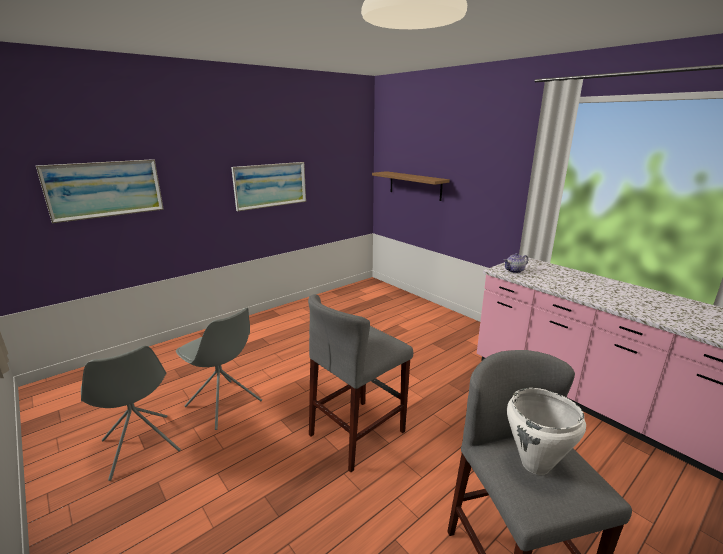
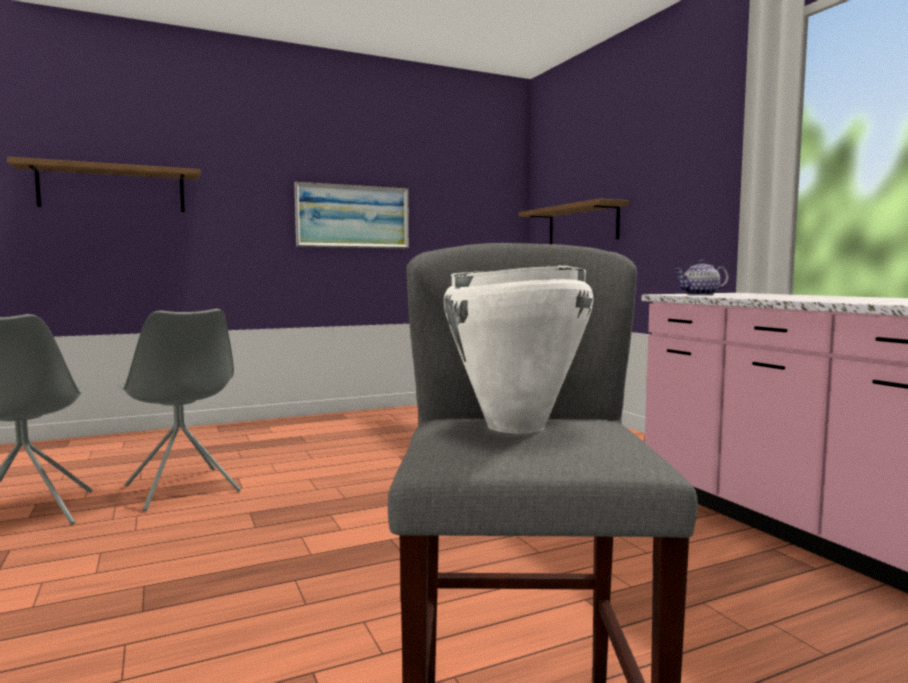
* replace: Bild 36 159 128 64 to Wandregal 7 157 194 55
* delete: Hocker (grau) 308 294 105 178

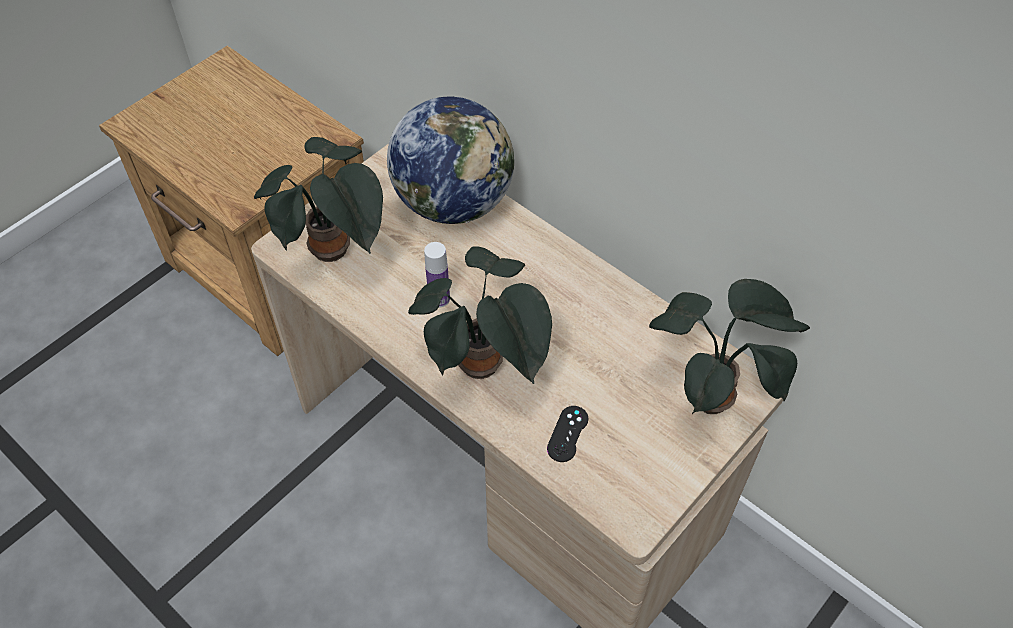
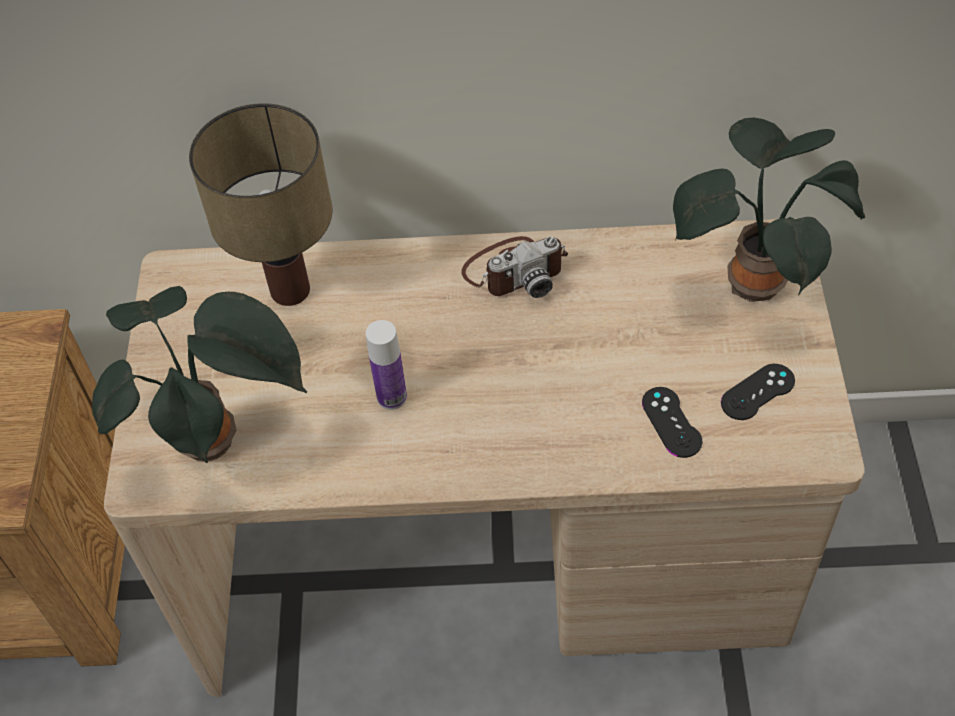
* replace: Globus 387 97 127 127 to Tischlampe 189 103 144 203
* insert: Kamera 461 236 107 62
* insert: Gamepad (schwarz) 721 364 74 56
* delete: Topfpflanze 408 246 144 138

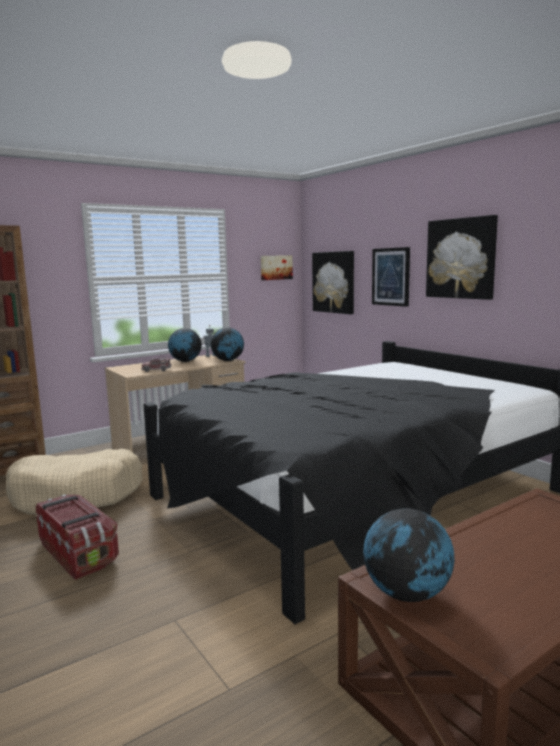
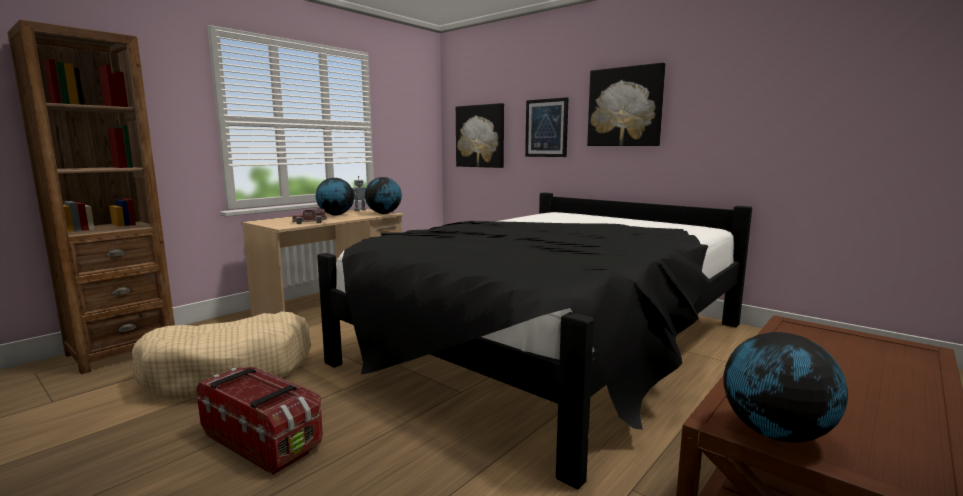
* delete: Bild 261 255 32 25

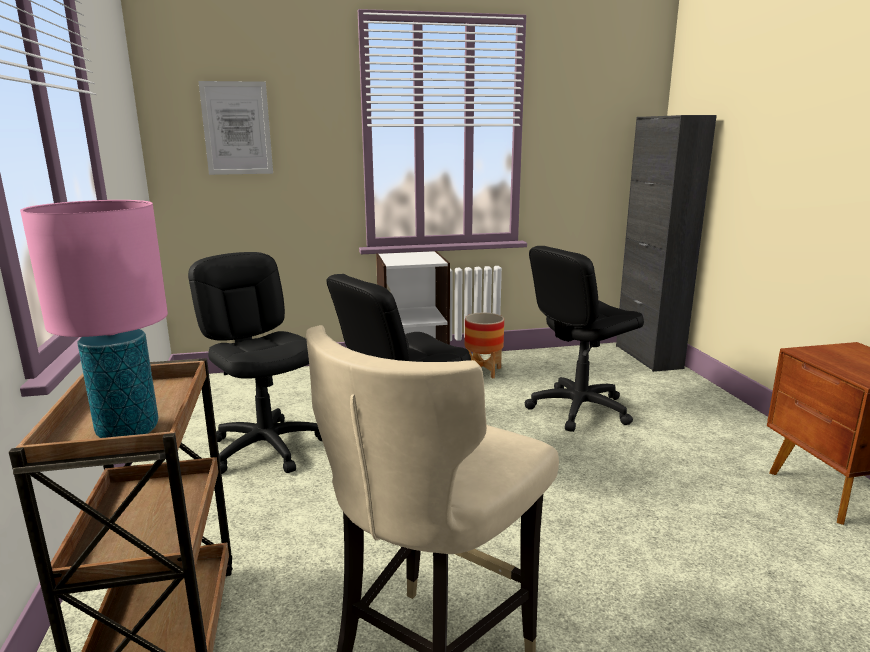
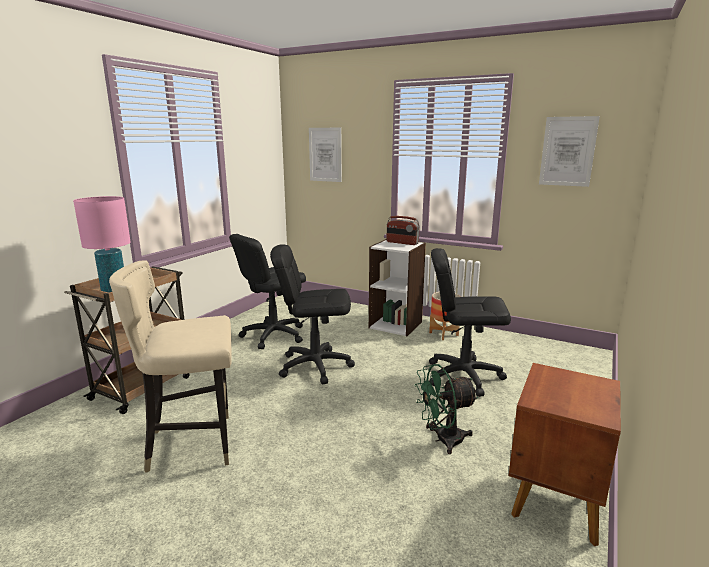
* rotate: Bürostuhl (schwarz) 188 252 134 222 = 229 234 77 115 135 degrees counterclockwise
* insert: Radio 386 216 34 29
* insert: Ventilator (grün) 414 364 65 90
* insert: Bild 539 116 61 71
* delete: Schrank (schwarz) 616 115 101 257

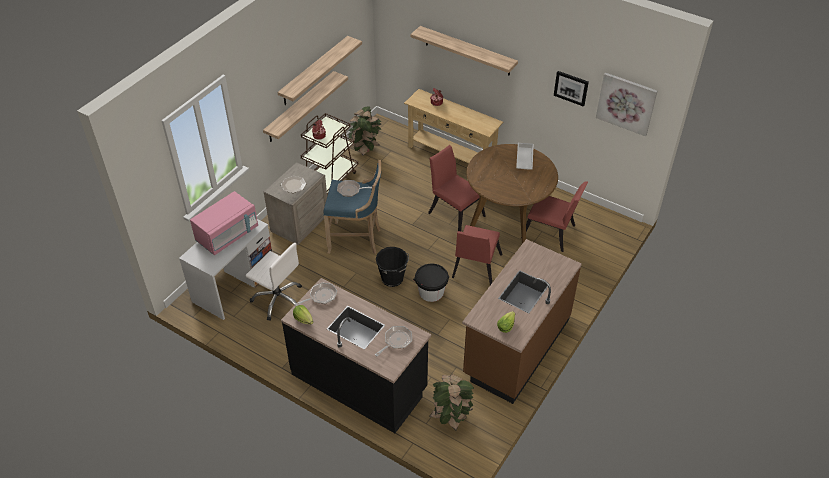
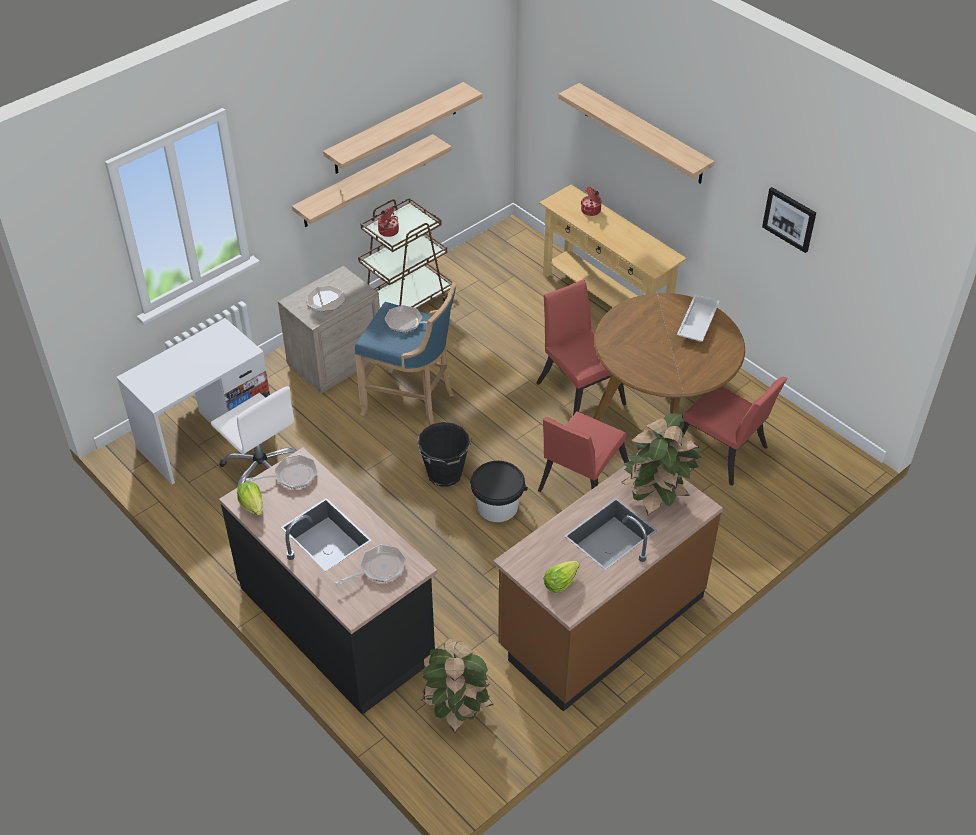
* move: Topfpflanze 348 107 33 49 to 621 413 80 102
* delete: Mikrowelle (rosa) 190 191 68 64
* delete: Bild 596 73 61 63

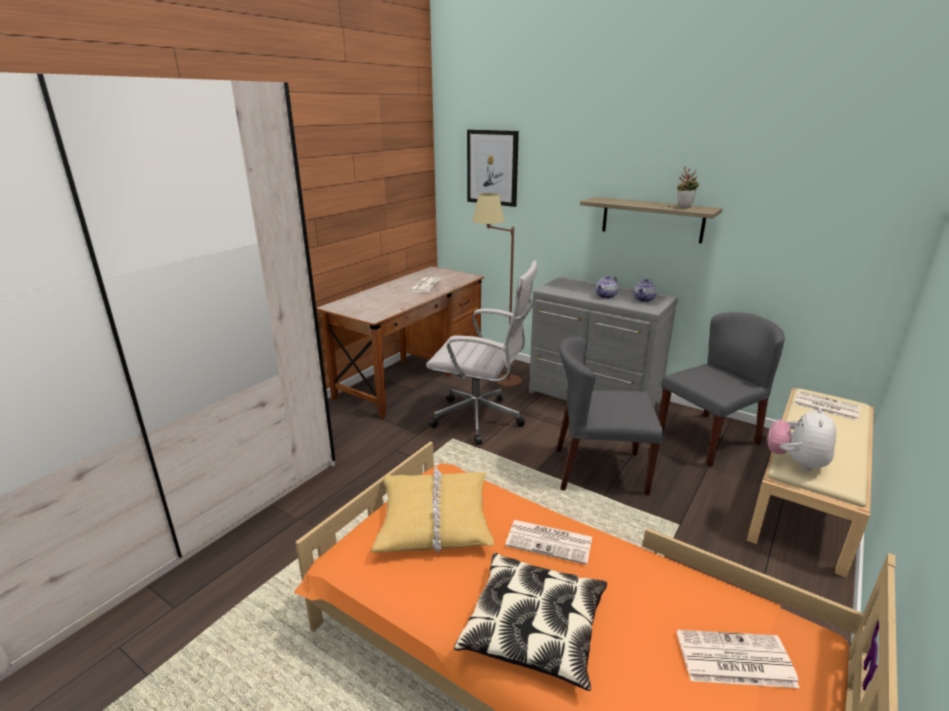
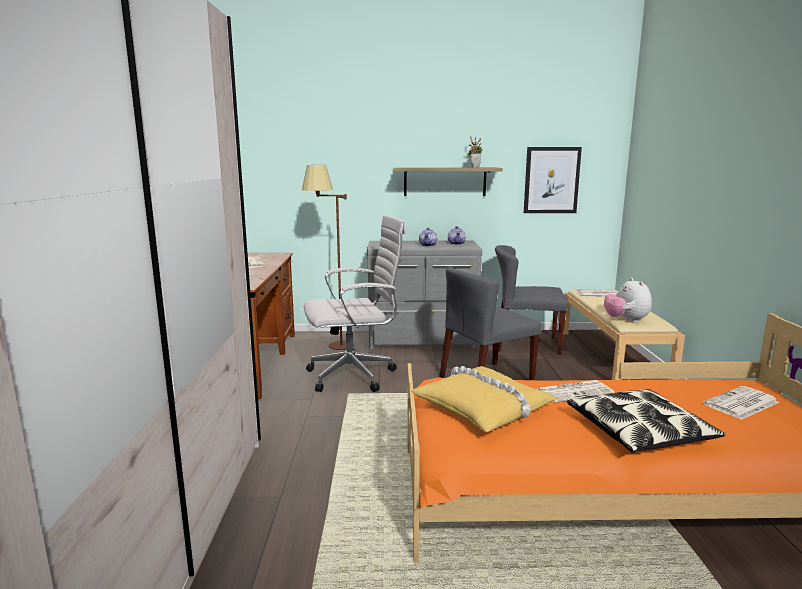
* rotate: Stuhl (grau) 659 313 126 154 = 495 245 73 110 105 degrees counterclockwise
* move: Bild 467 130 52 77 to 524 147 58 66

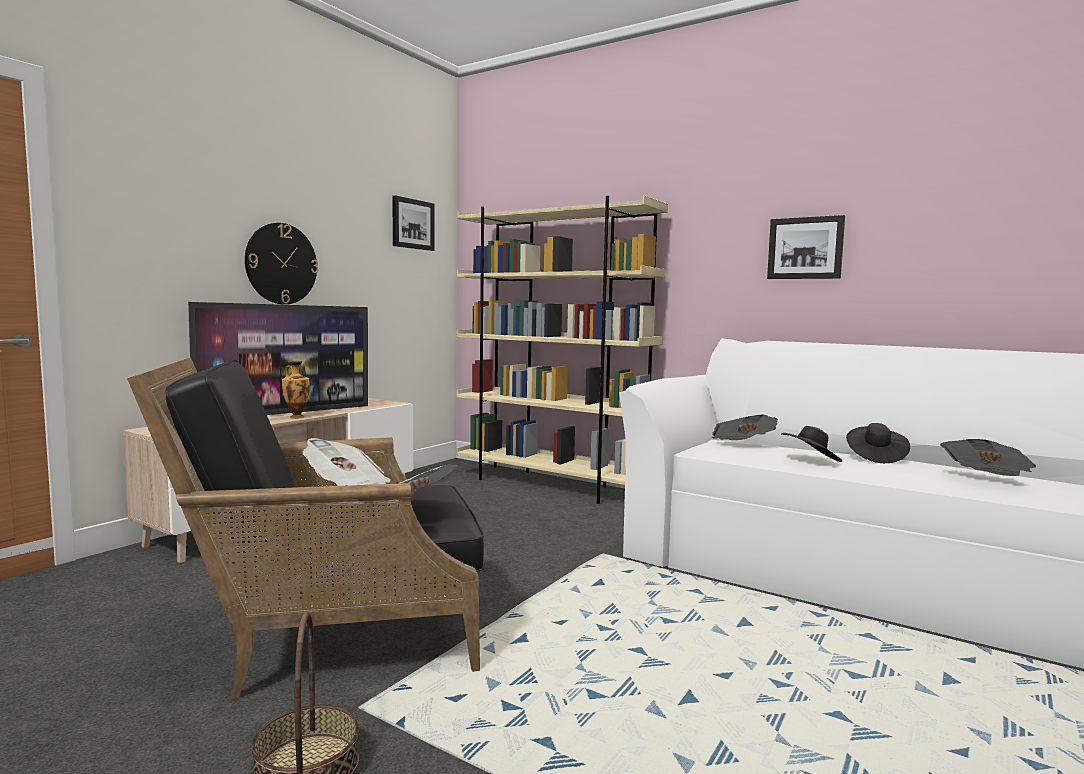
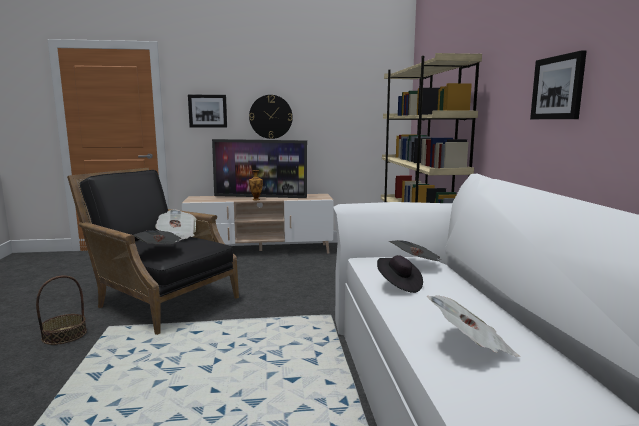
* move: Bild 392 195 43 56 to 188 95 39 33
* delete: Hut (schwarz) 846 423 64 40

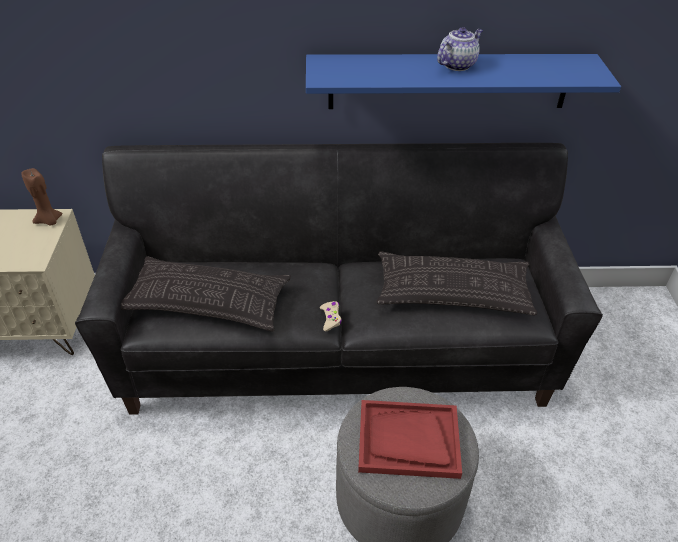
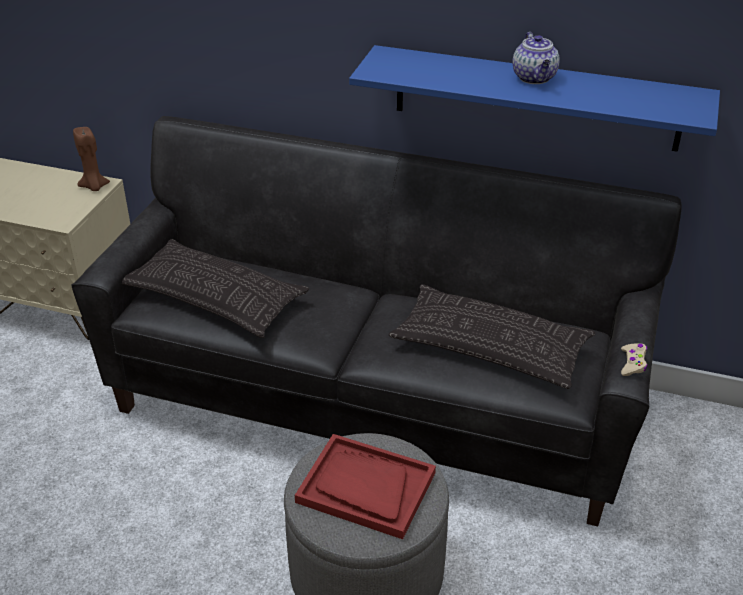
* rotate: Teekanne 437 27 46 44 = 512 32 48 52 105 degrees clockwise
* move: Gamepad (beige) 320 301 22 30 to 621 343 26 33

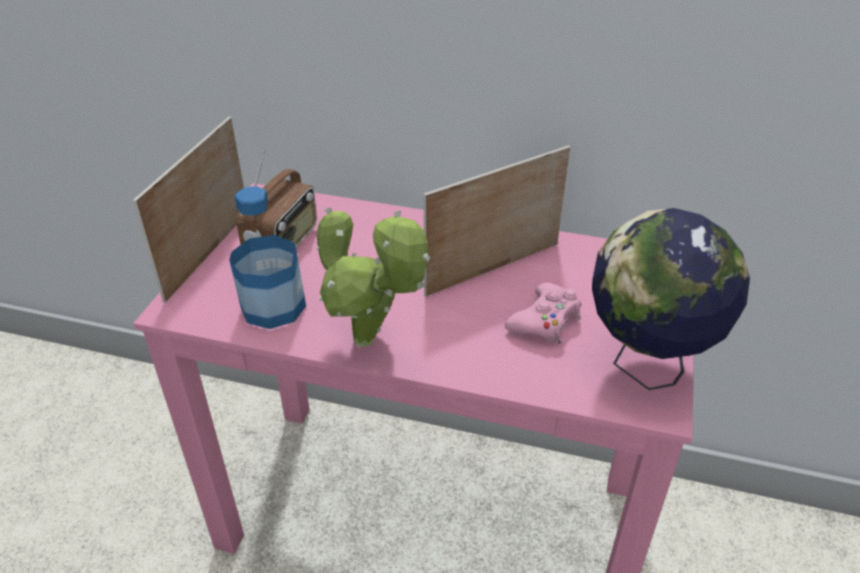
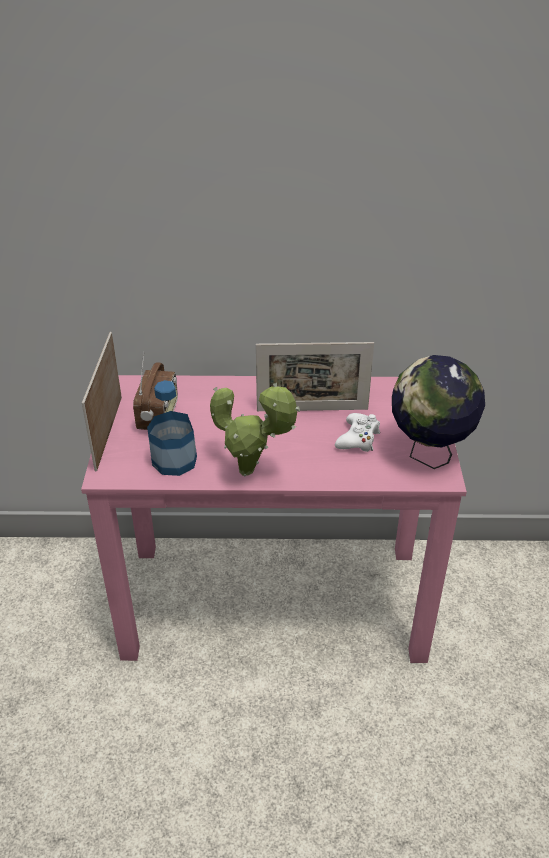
* rotate: Bilderrahmen 424 145 146 152 = 256 342 118 69 135 degrees counterclockwise
* recolor: Gamepad (rosa) 505 283 76 61 to Gamepad (weiß) 335 413 45 39

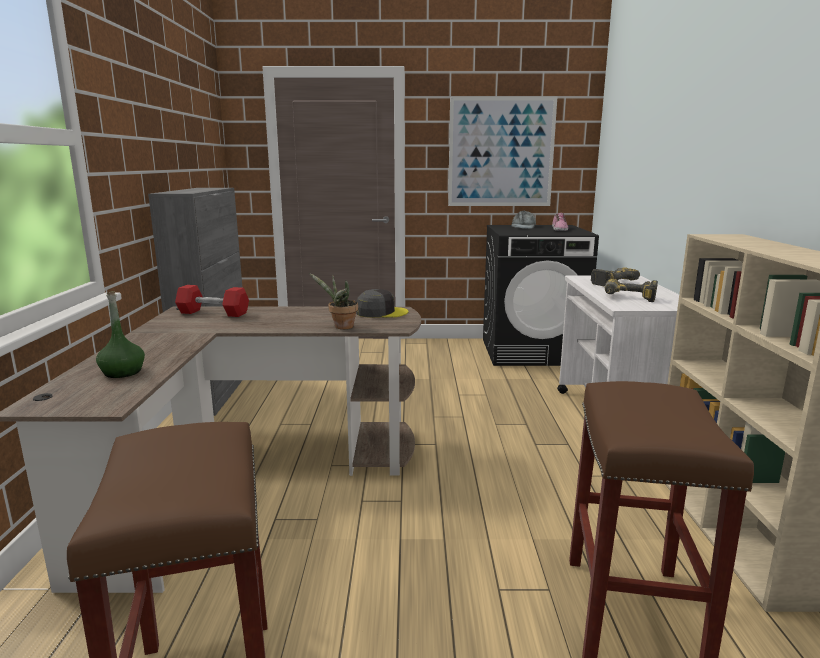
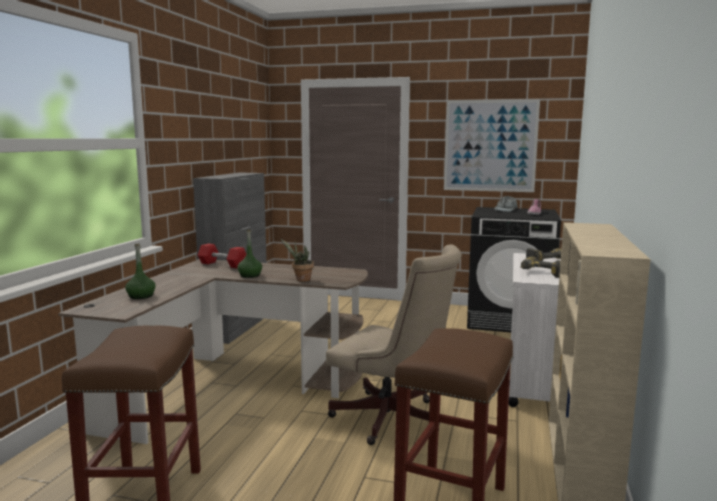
* insert: Flasche (grün) 237 230 25 48
* insert: Bürostuhl (beige) 326 244 136 201
* delete: Kappe (grau) 356 289 53 29

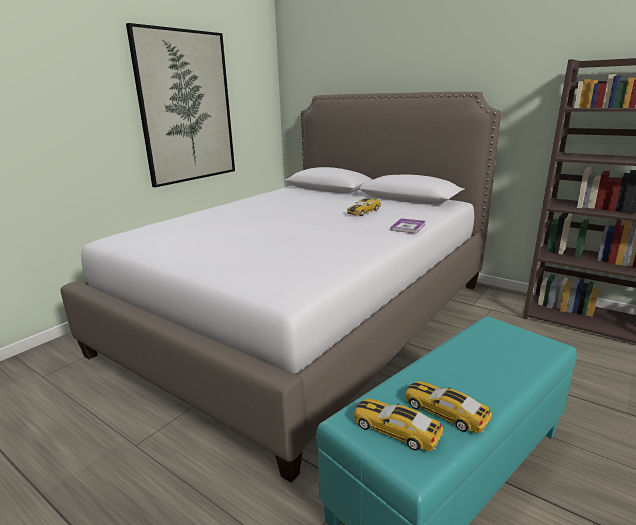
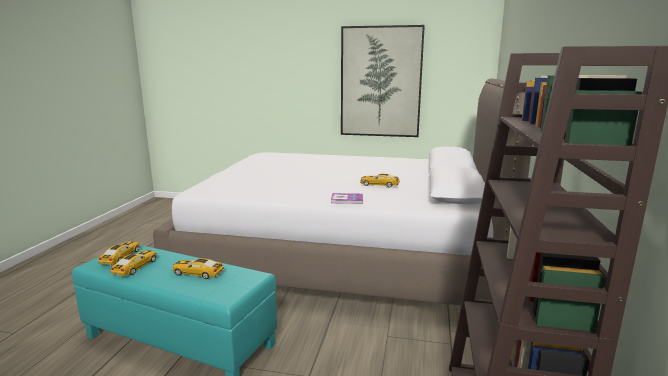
* insert: Spielzeugauto 173 258 51 21

